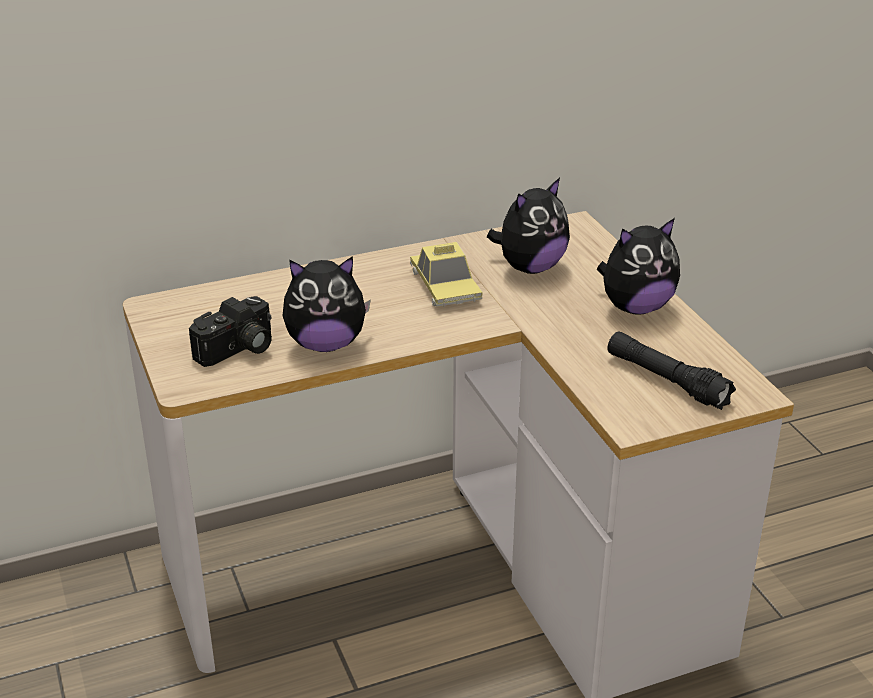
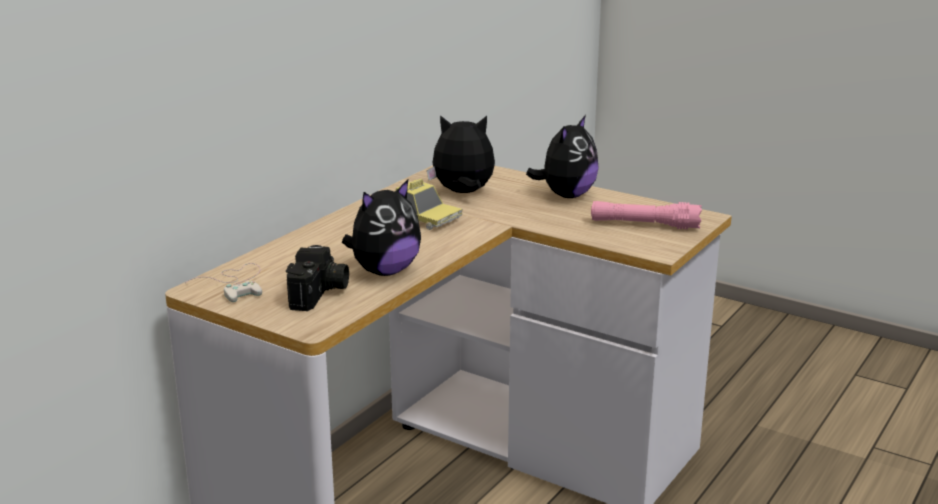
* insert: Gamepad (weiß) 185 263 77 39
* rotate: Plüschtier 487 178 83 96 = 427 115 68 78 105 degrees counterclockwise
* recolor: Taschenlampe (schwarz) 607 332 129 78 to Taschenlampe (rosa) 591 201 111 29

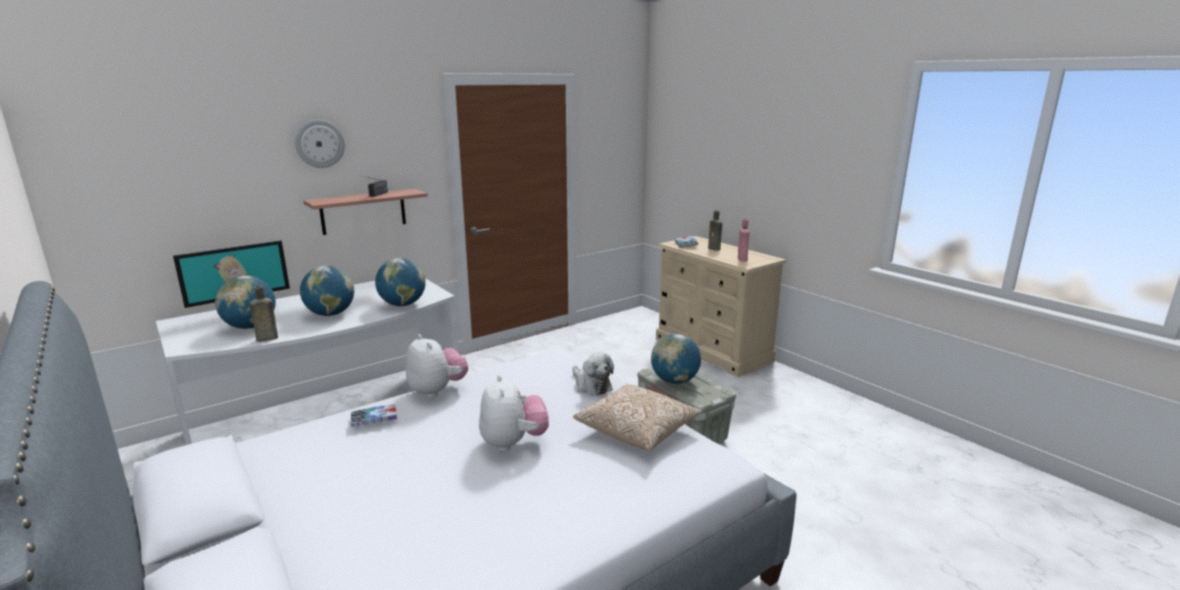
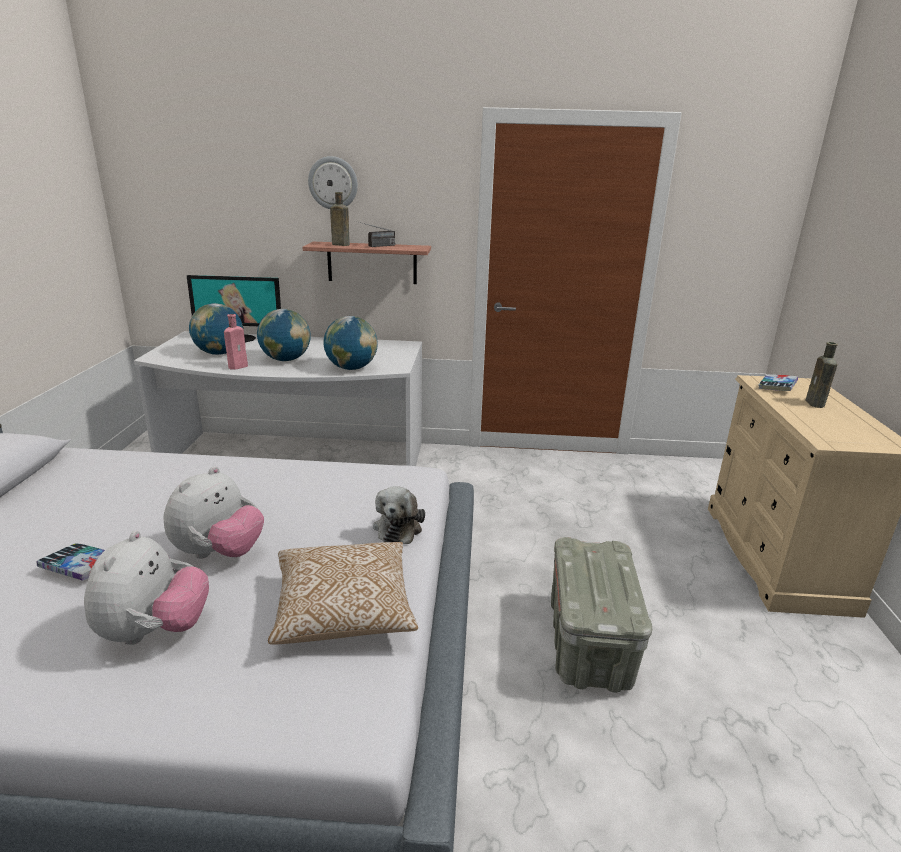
* move: Buch 351 404 46 23 to 37 543 68 38
* move: Plüschtier 406 334 62 64 to 84 531 125 114
* move: Flasche (rosa) 738 219 11 43 to 224 314 24 56
* move: Flasche (braun) 250 285 28 57 to 330 192 20 54
* delete: Globus 651 334 50 50

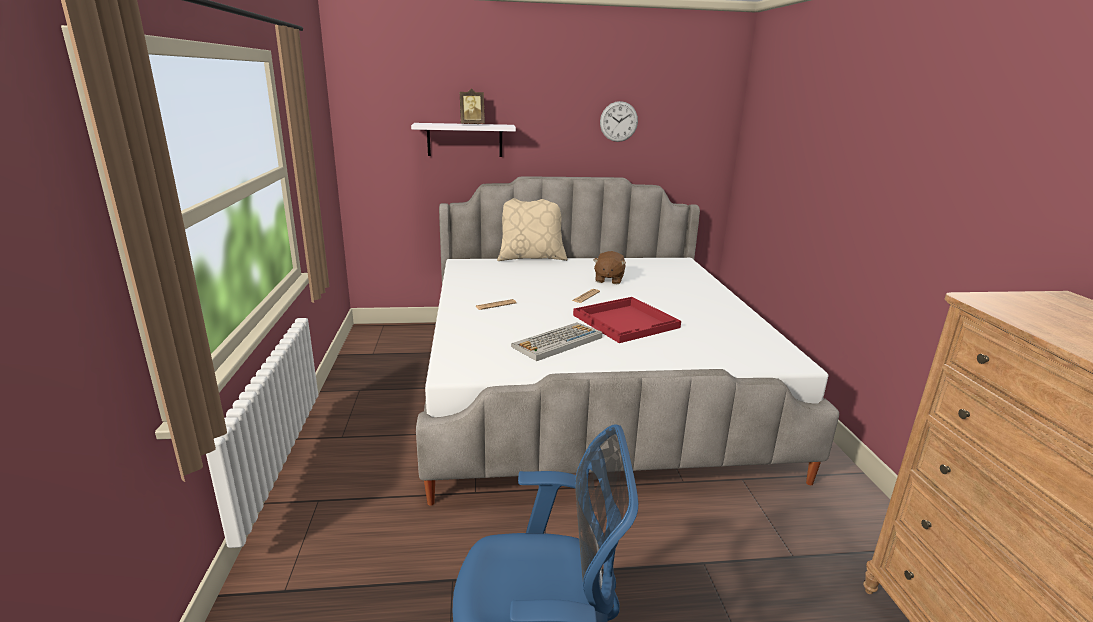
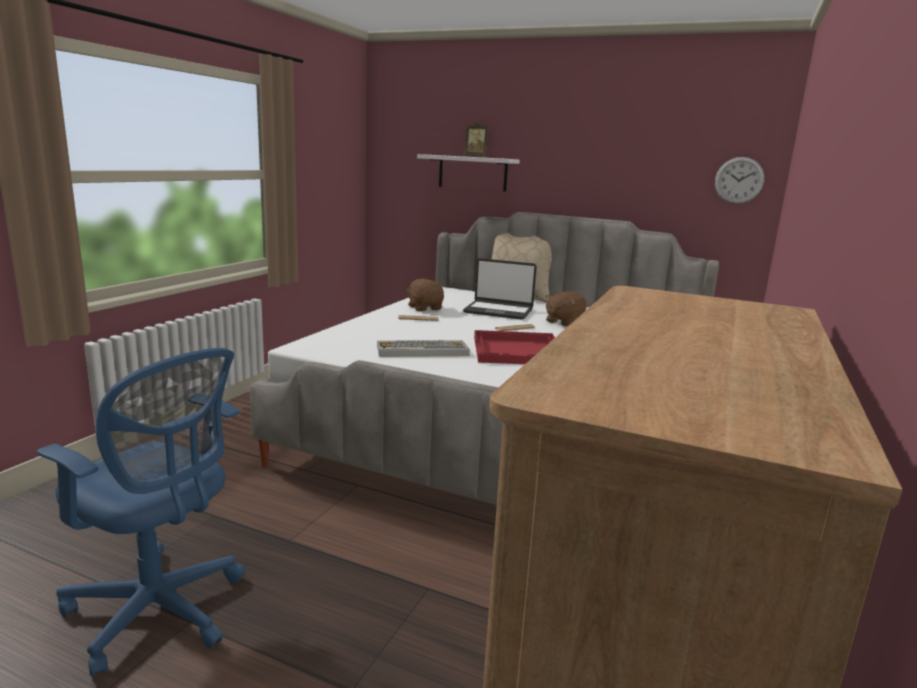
* insert: Plüschtier (braun) 406 278 38 33
* insert: Laptop 463 258 74 62
* move: Wanduhr 600 101 38 41 to 715 157 49 47

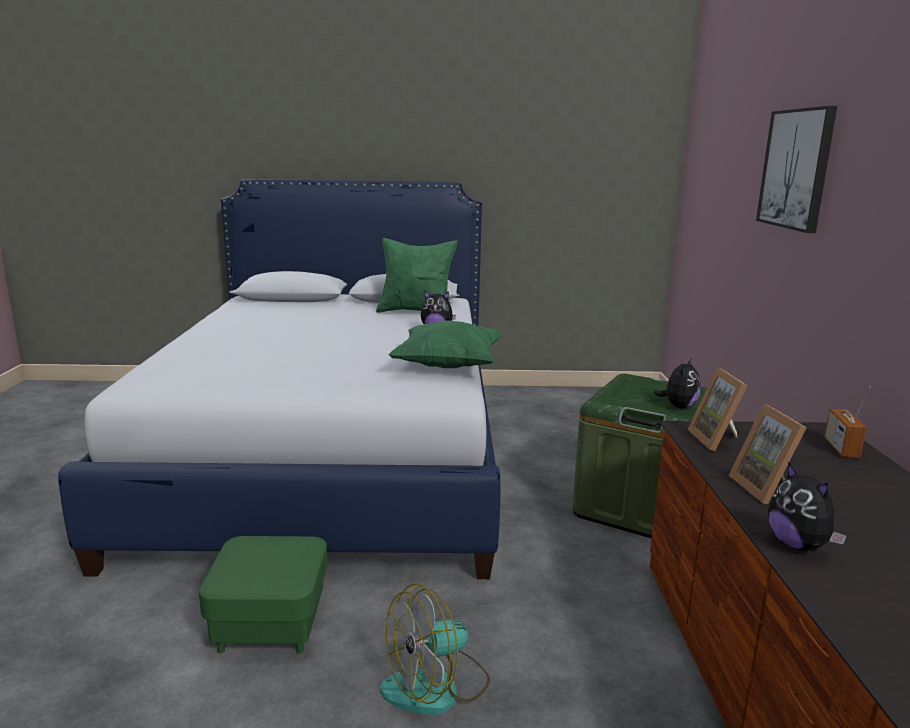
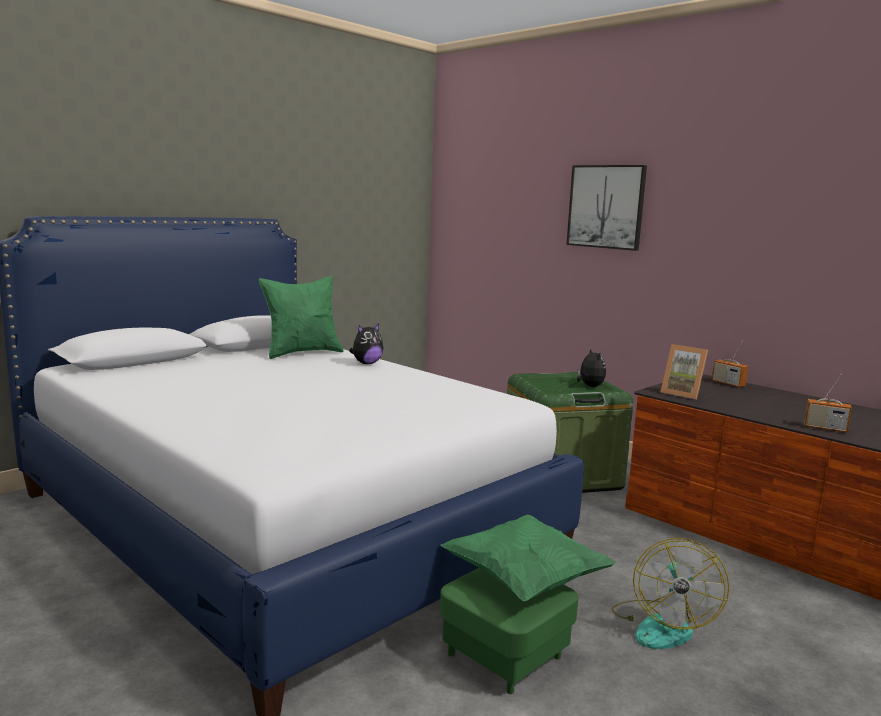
* move: Kissen (grün) 388 320 114 48 to 441 515 175 87
* replace: Plüschtier 768 462 79 89 to Radio 804 374 48 59
* delete: Bilderrahmen 728 404 79 100

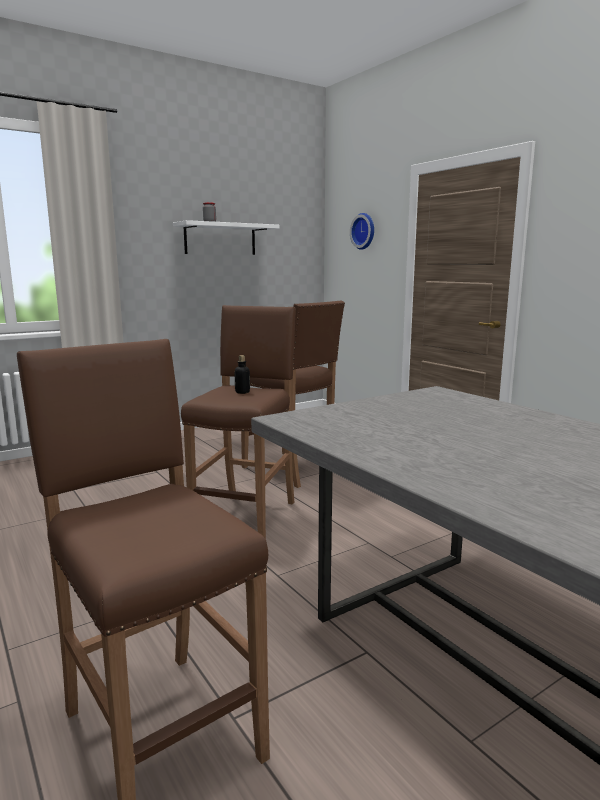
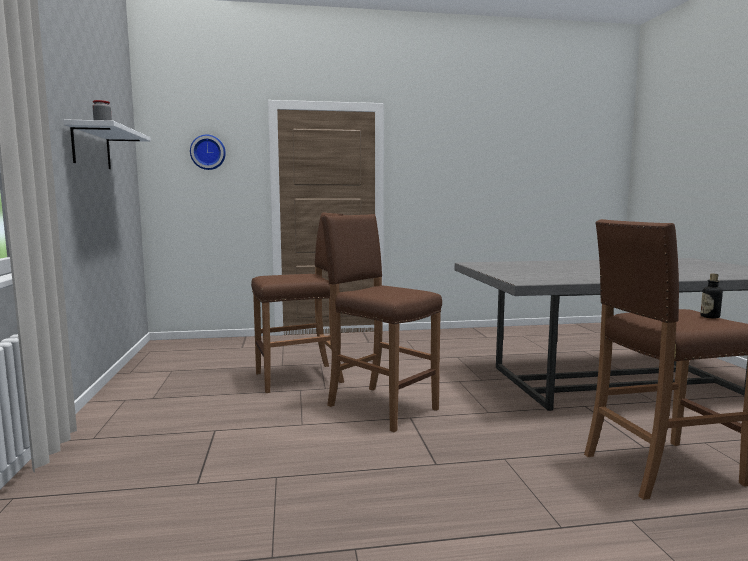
* move: Flasche 234 355 16 39 to 700 274 23 45

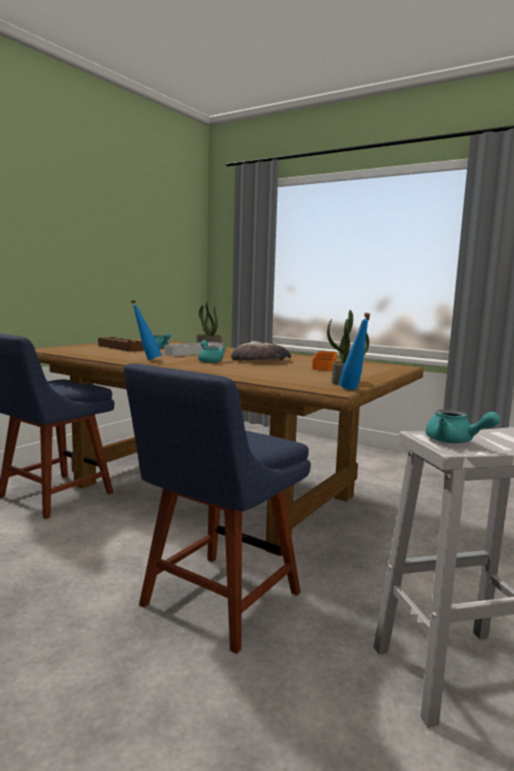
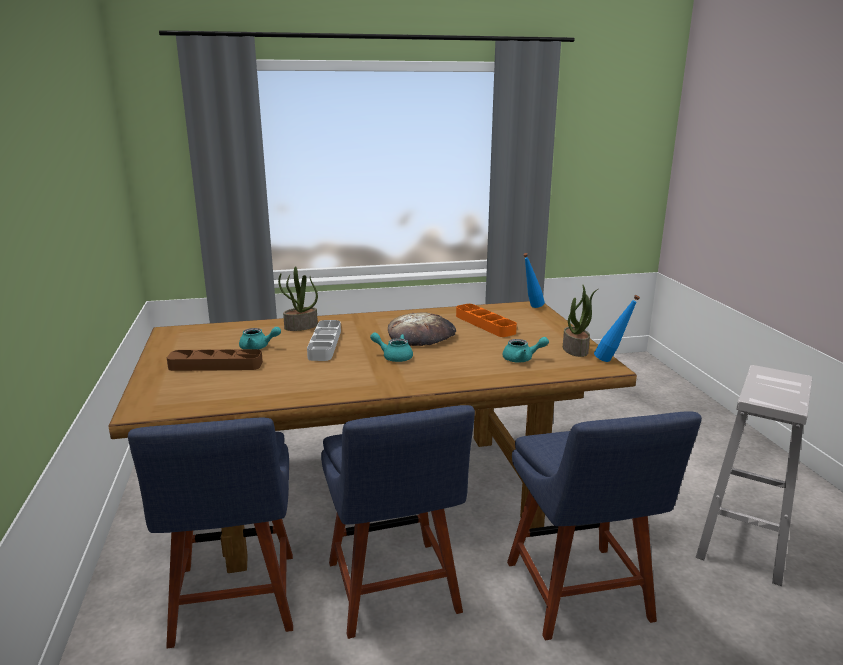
* insert: Stuhl (blau) 321 405 154 234
* move: Teekanne (türkis) 425 410 75 33 to 503 337 46 25
* move: Flasche (blau) 131 300 31 60 to 523 253 22 55

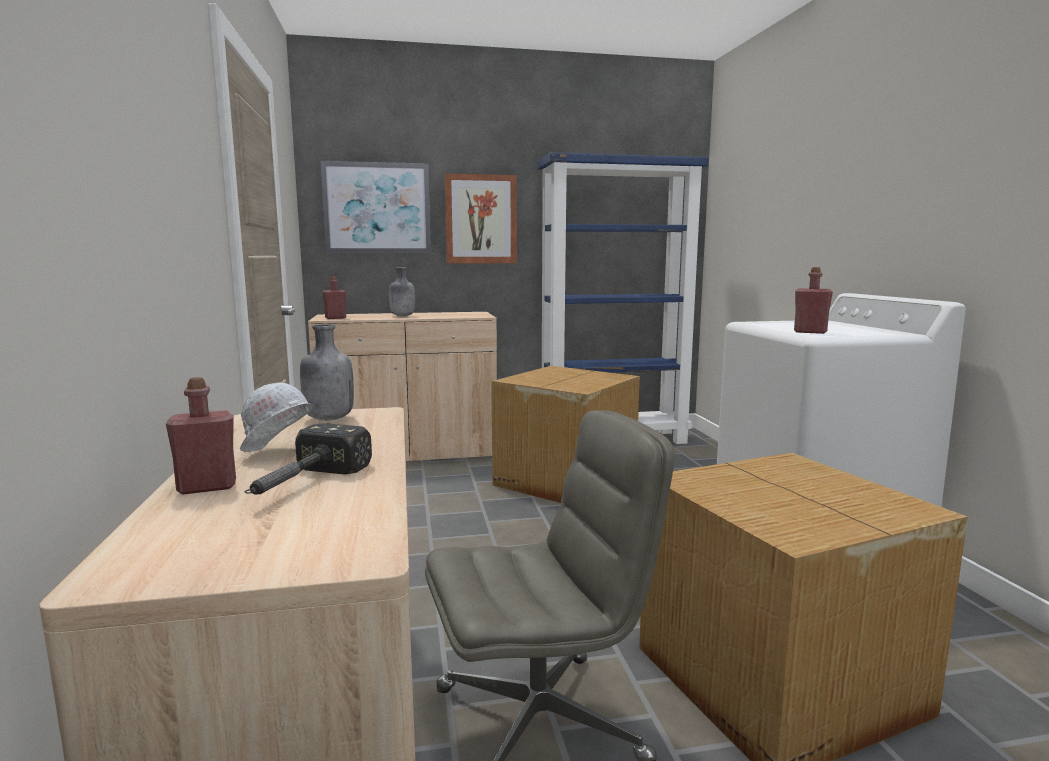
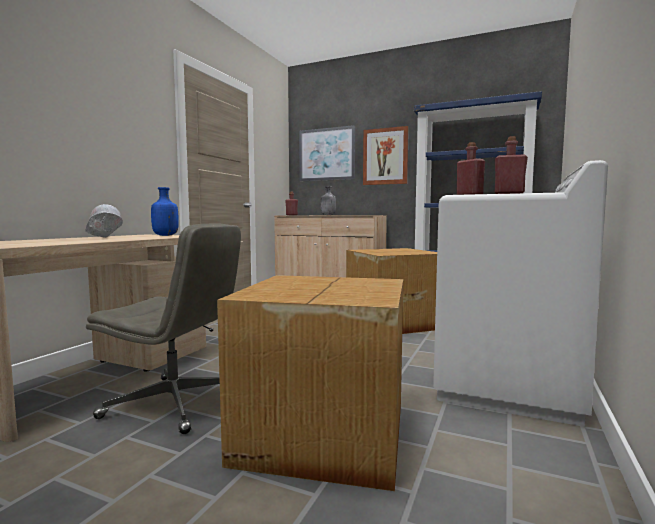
* recolor: Flasche (grau) 300 324 54 96 to Flasche (blau) 151 187 28 49
* move: Flasche (rot) 166 377 70 118 to 495 136 33 58
* delete: Hammer 245 423 127 72

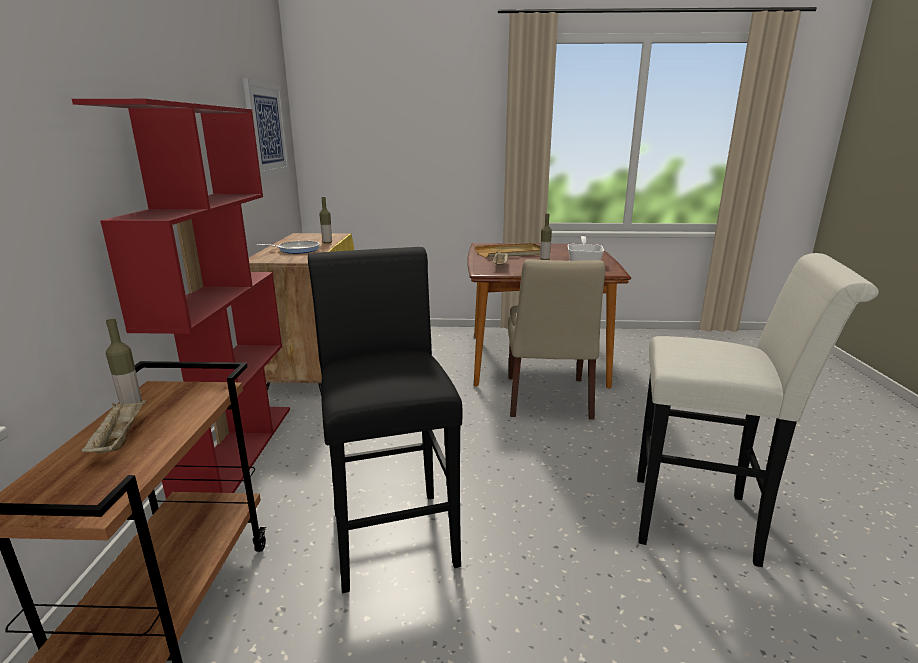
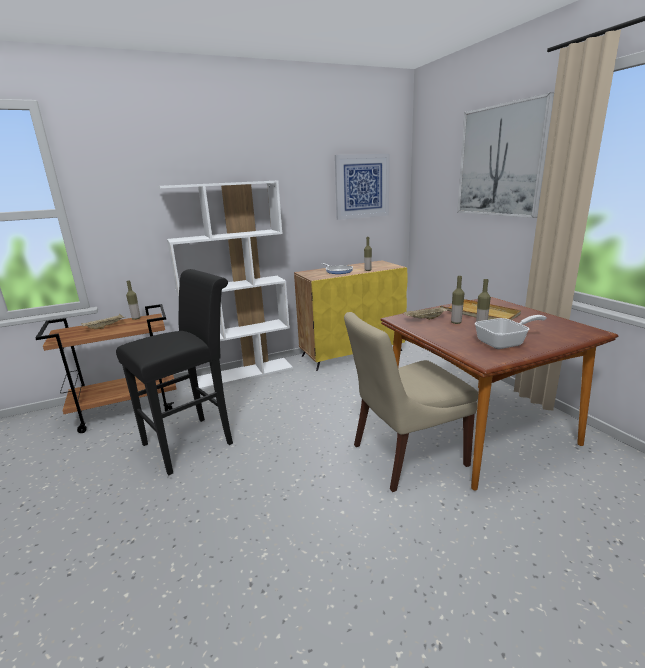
* recolor: Bücherregal (rot) 72 99 218 400 to Bücherregal (weiß) 158 180 135 209
* insert: Flasche 451 276 13 48
* insert: Bild 457 93 97 125
* delete: Hocker (weiß) 637 253 242 314

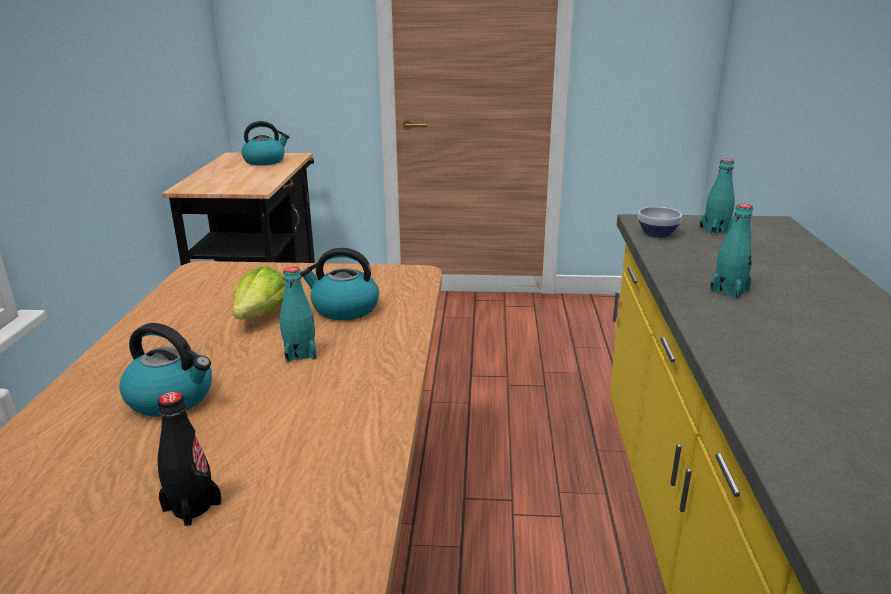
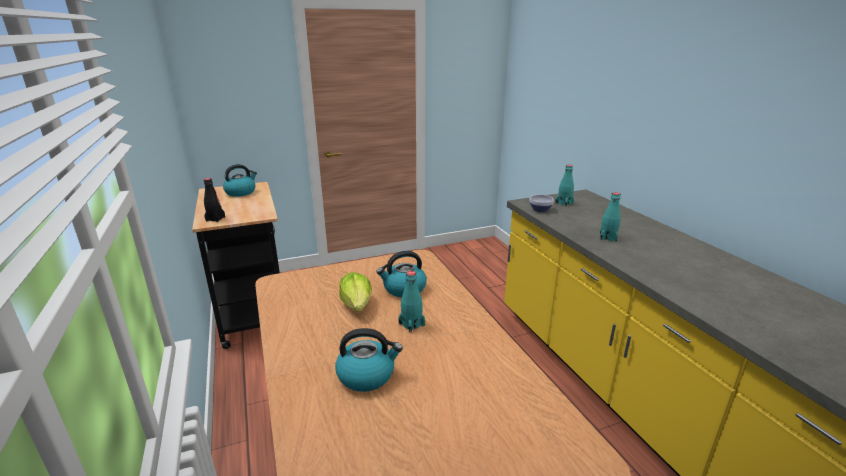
* move: Flasche (schwarz) 157 392 65 134 to 204 178 21 44

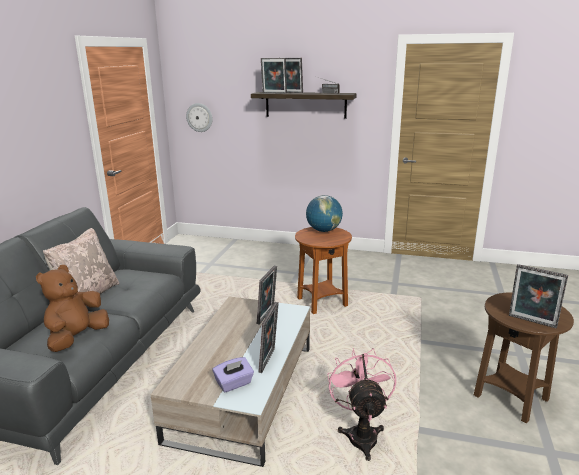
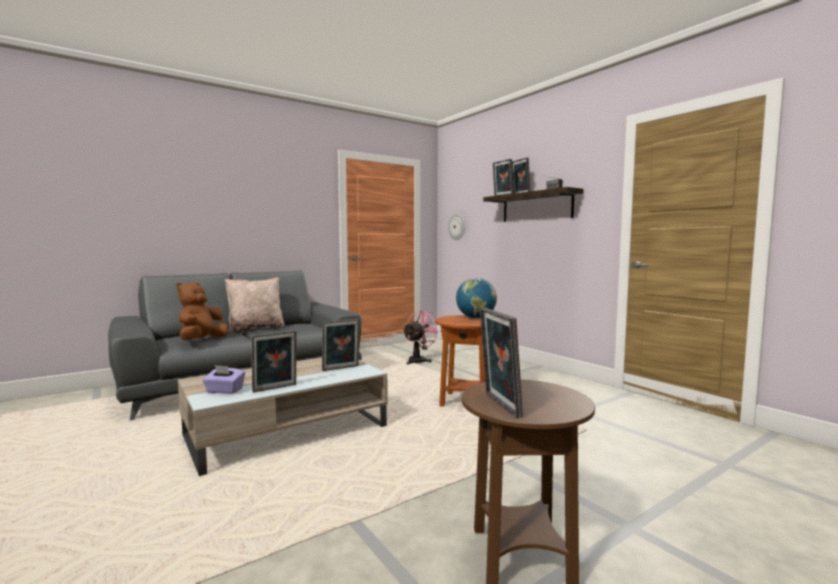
* rotate: Plüschtier (braun) 36 265 73 87 = 176 282 53 58 45 degrees counterclockwise
* move: Ventilator (rosa) 327 348 69 113 to 403 310 38 55

